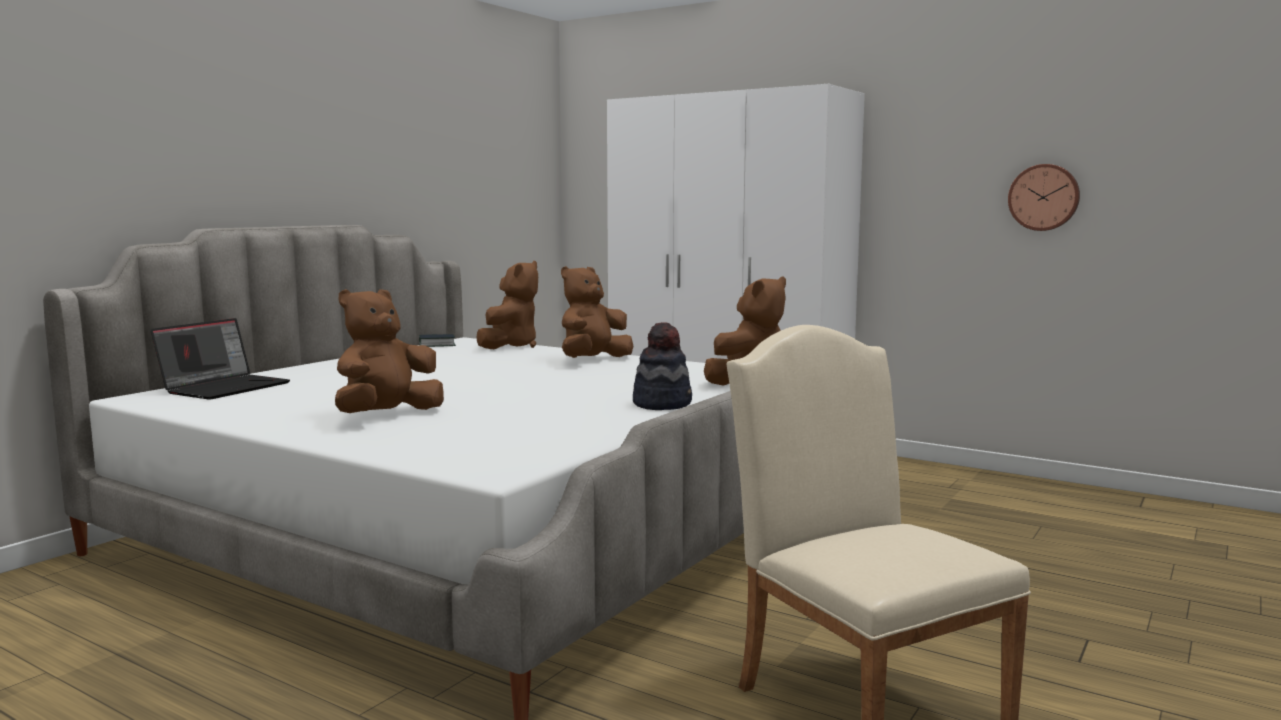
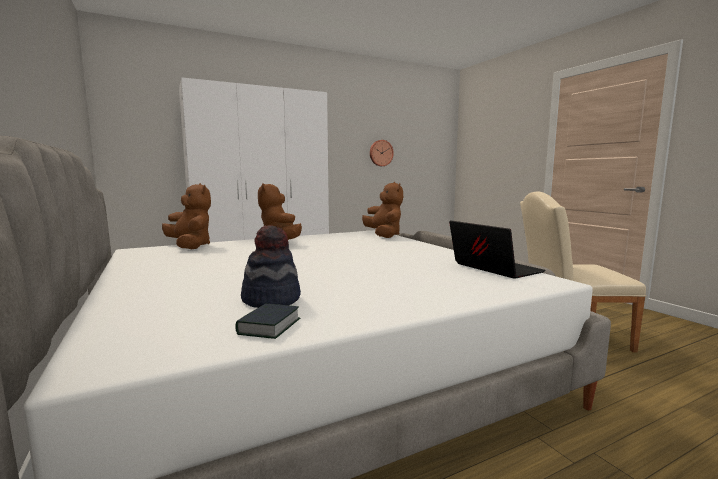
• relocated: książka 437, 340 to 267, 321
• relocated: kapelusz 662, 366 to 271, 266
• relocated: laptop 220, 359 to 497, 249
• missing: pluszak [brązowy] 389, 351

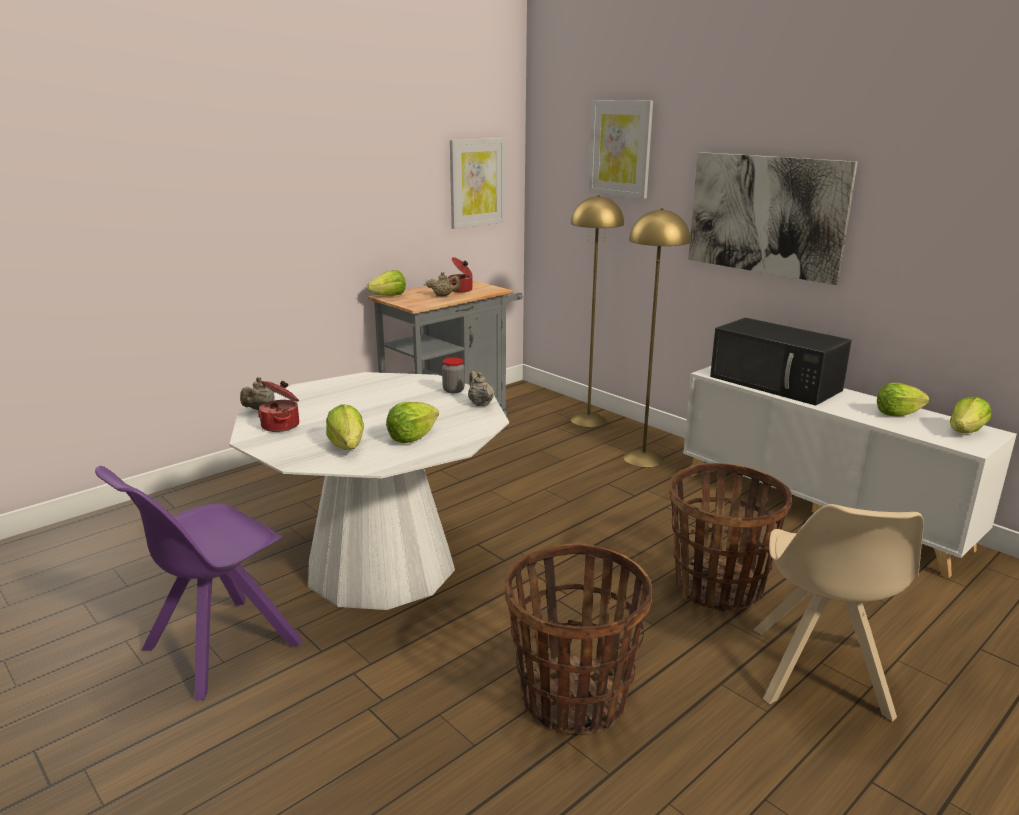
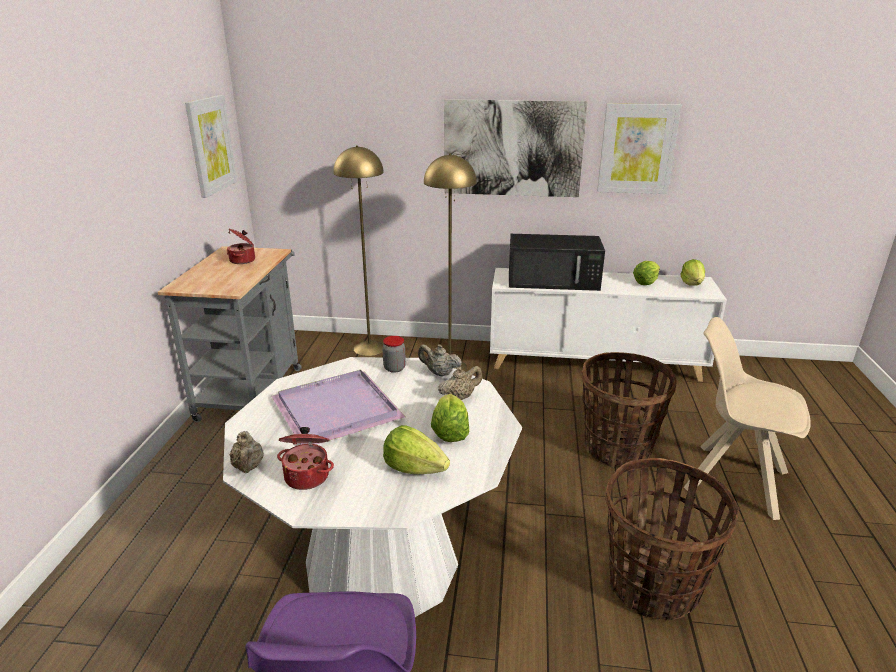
• appeared: taca [fioletowy] 338, 407
• relocated: imbryk [beżowy] 443, 284 to 460, 383
• relocated: obraz 621, 149 to 639, 148
• spun: krzesło [beżowy] 839, 612 = 747, 418 150 degrees clockwise
• missing: sałata 386, 283

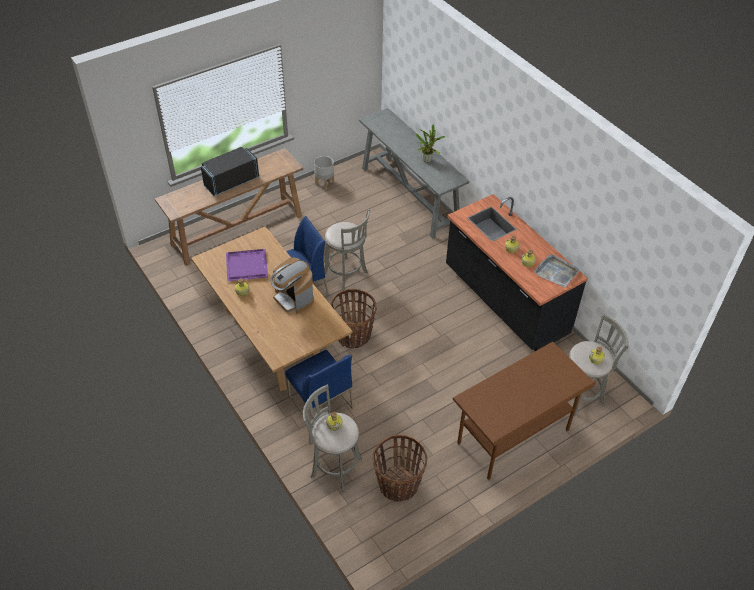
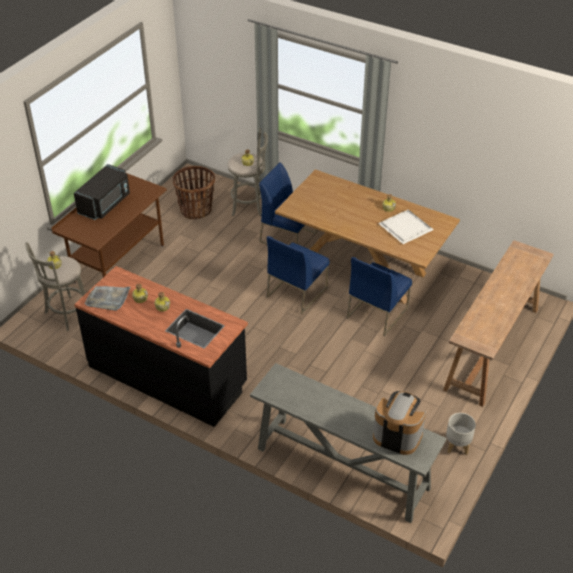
• relocated: mikrofalówka [czarny] 230, 171 to 102, 192
• exchanged: koszyk 353, 318 to krzesło [niebieski] 298, 275
• relocated: ekspres do kawy 292, 285 to 399, 423
• colour: taca [fioletowy] 247, 265 to taca [biały] 406, 226
• missing: stołek [szary] 347, 250
• missing: roślina doniczkowa 431, 143

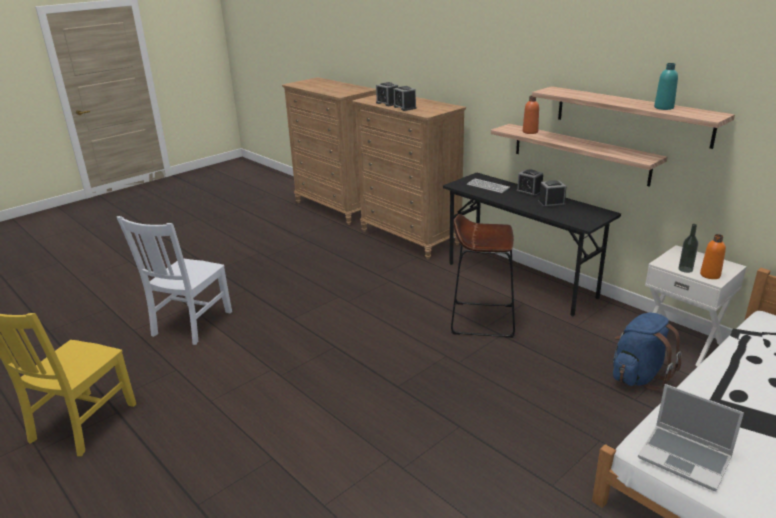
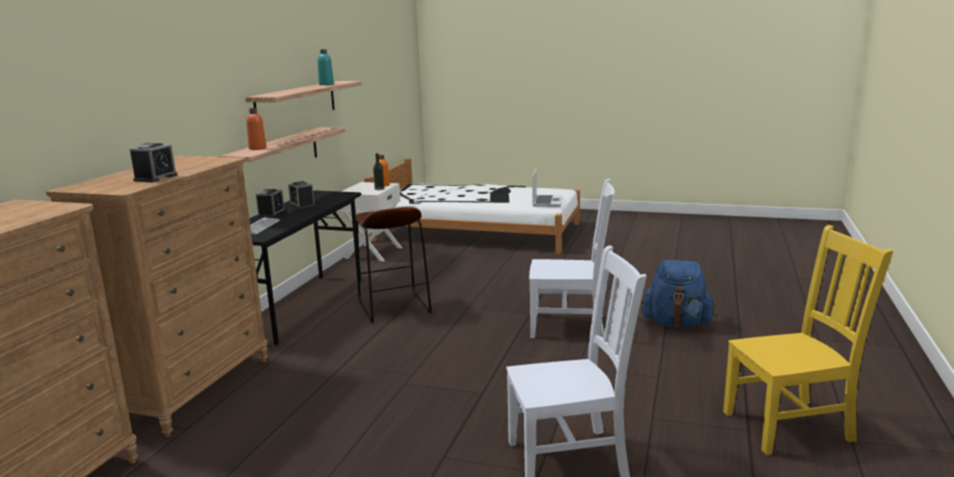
• appeared: krzesło [biały] 572, 258
• relocated: plecak [niebieski] 647, 352 to 679, 293
• missing: budzik 405, 98

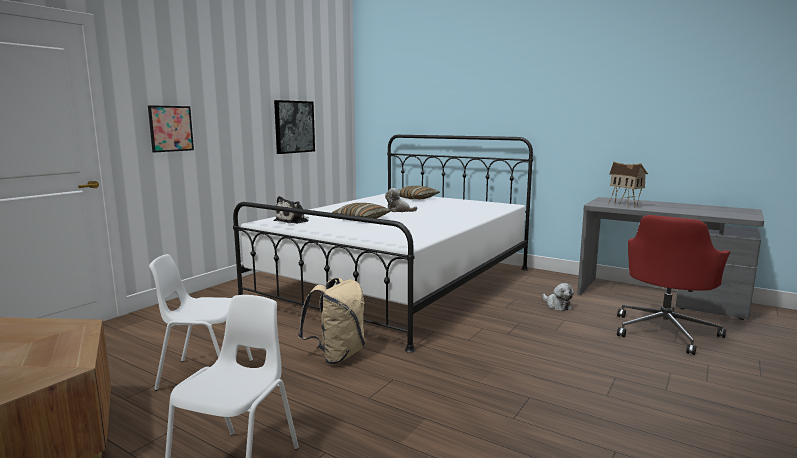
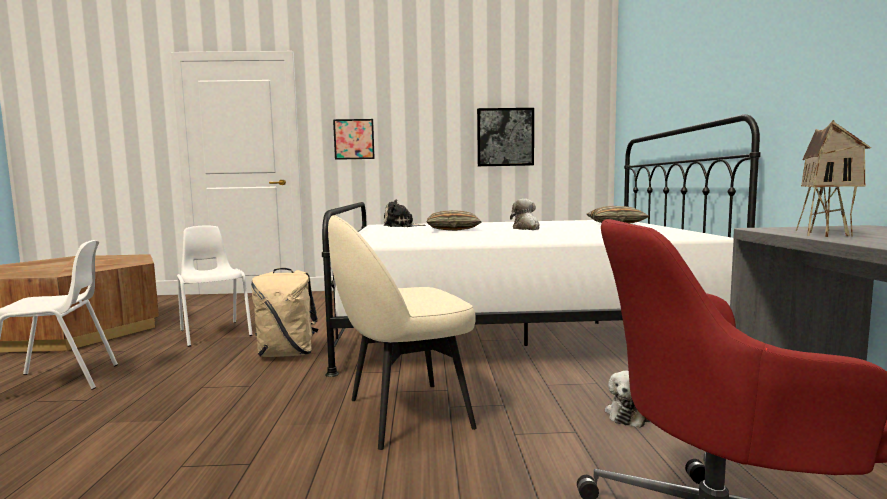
• appeared: krzesło [beżowy] 402, 332

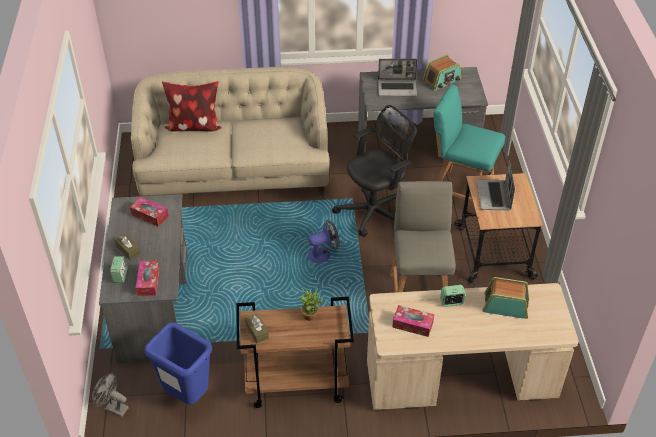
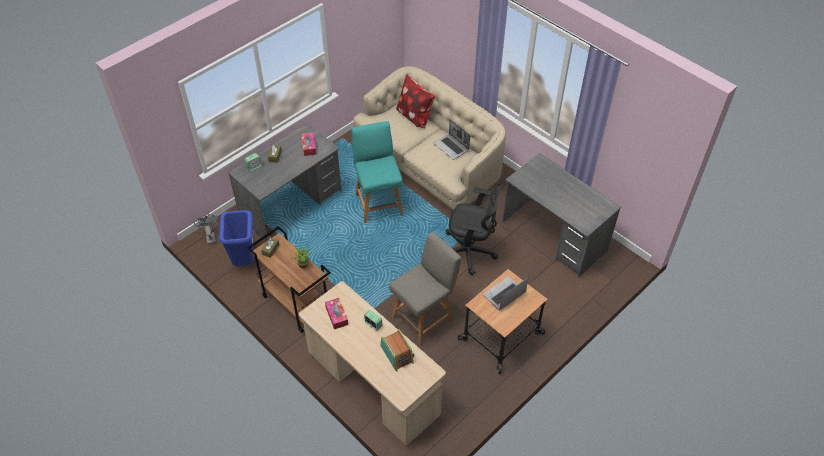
• relocated: krzesło [turkusowy] 469, 143 to 377, 172
• relocated: laptop 398, 77 to 452, 139
• missing: pudełko chusteczek 148, 278
• missing: wentylator 323, 241
• missing: radio 442, 72

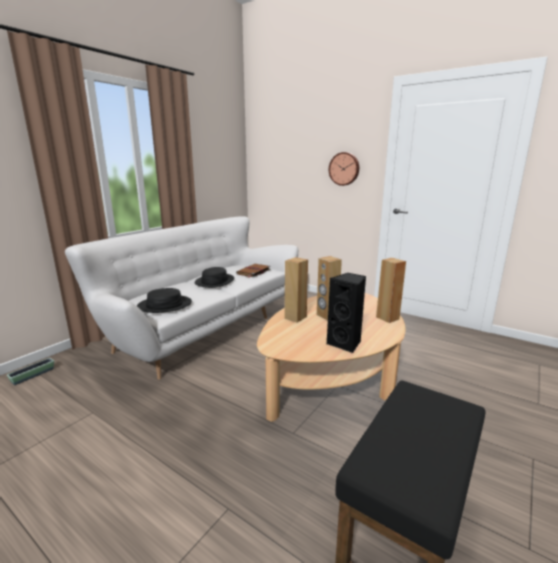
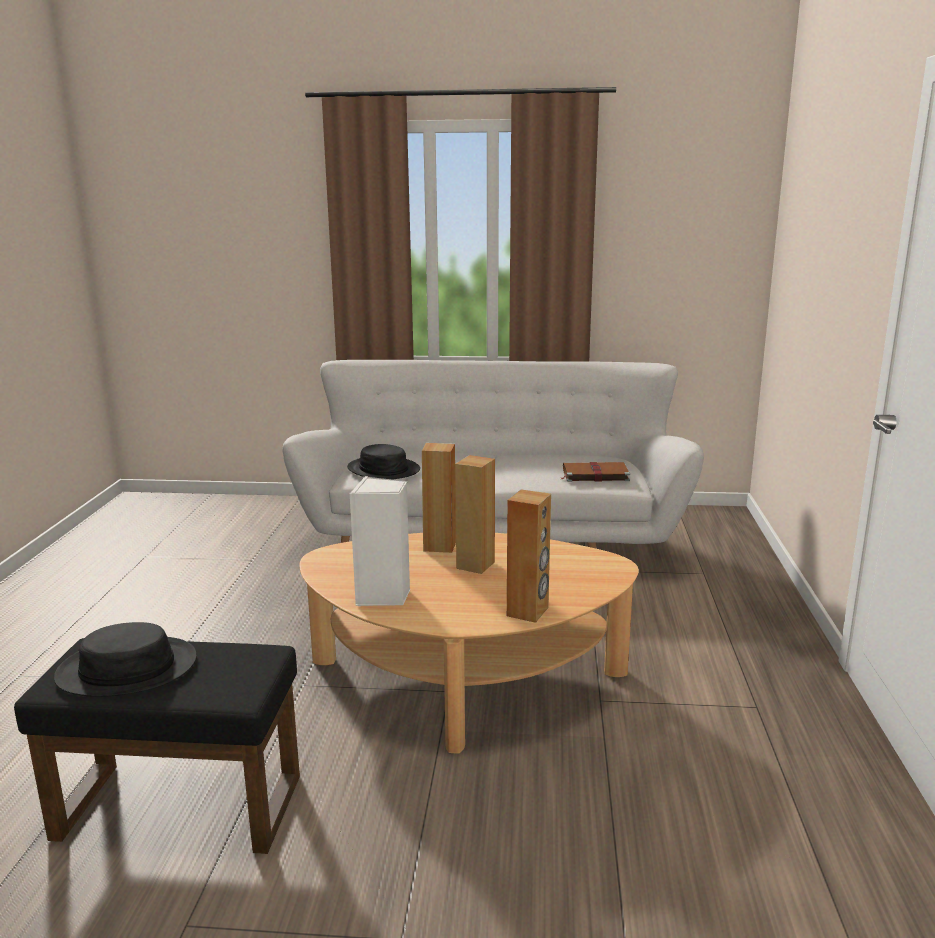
• relocated: kapelusz [czarny] 214, 277 to 125, 659
• colour: głośnik [czarny] 346, 313 to głośnik [biały] 380, 541
• missing: donica 30, 371
• missing: zegar ścienny 344, 169

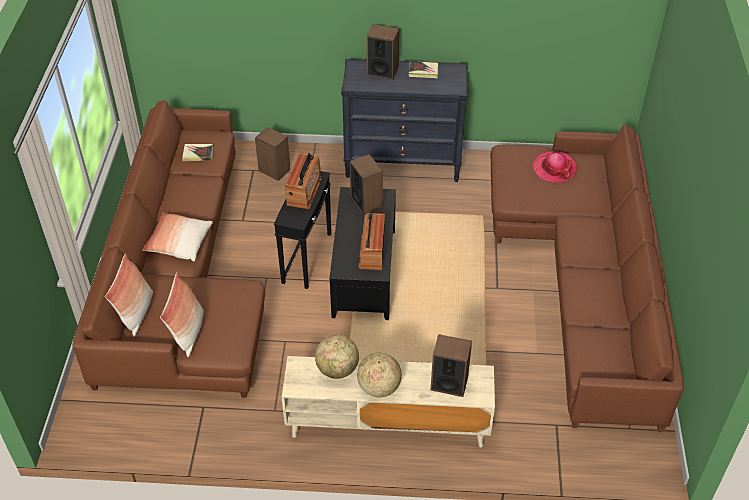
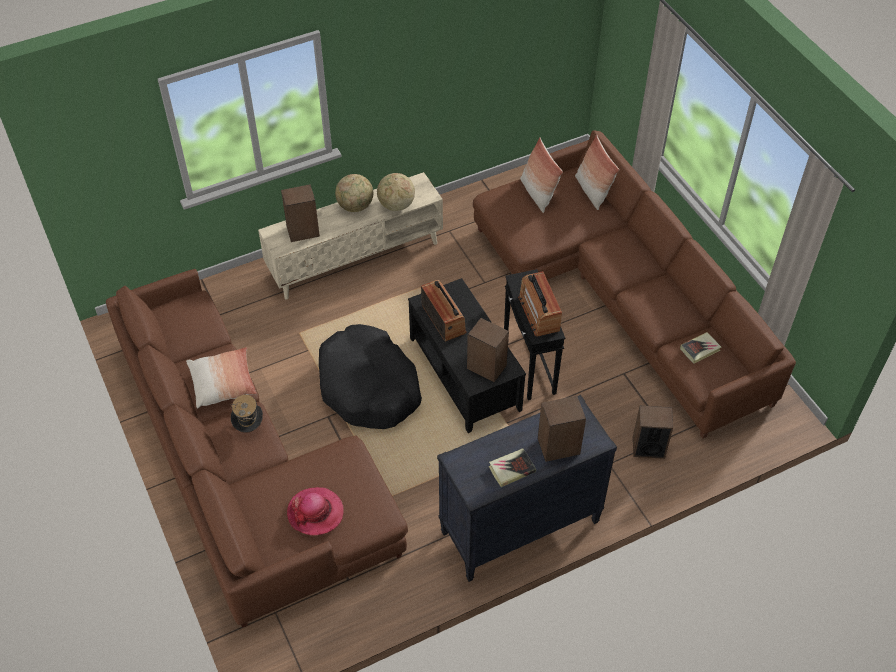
• relocated: poduszka 177, 237 to 221, 377
• appeared: kapelusz 247, 414
• appeared: legowisko [czarny] 370, 376

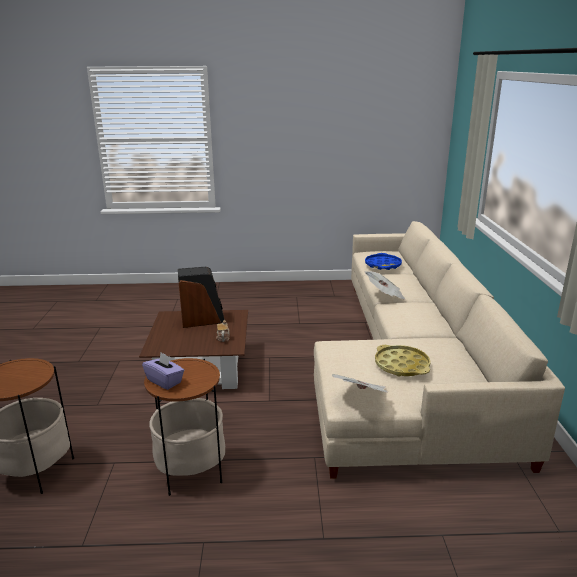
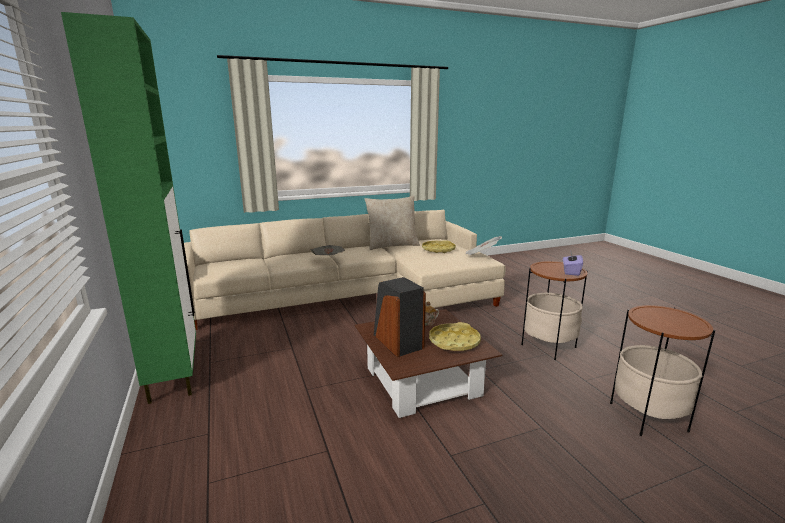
• appeared: szafka [zielony] 128, 208
• appeared: poduszka [beżowy] 392, 222
• appeared: taca [żółty] 455, 336
• missing: taca [niebieski] 383, 261

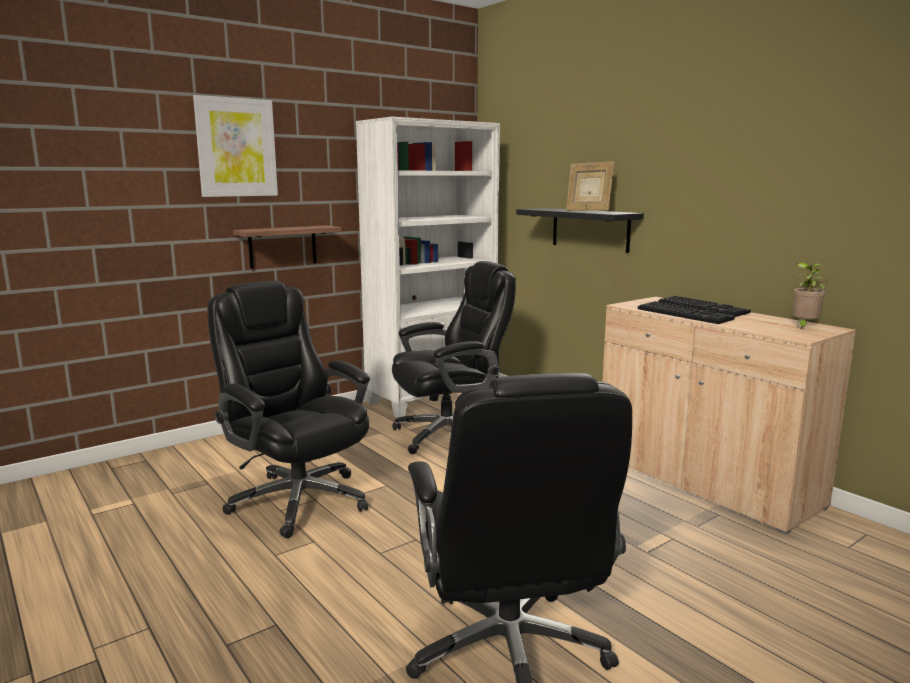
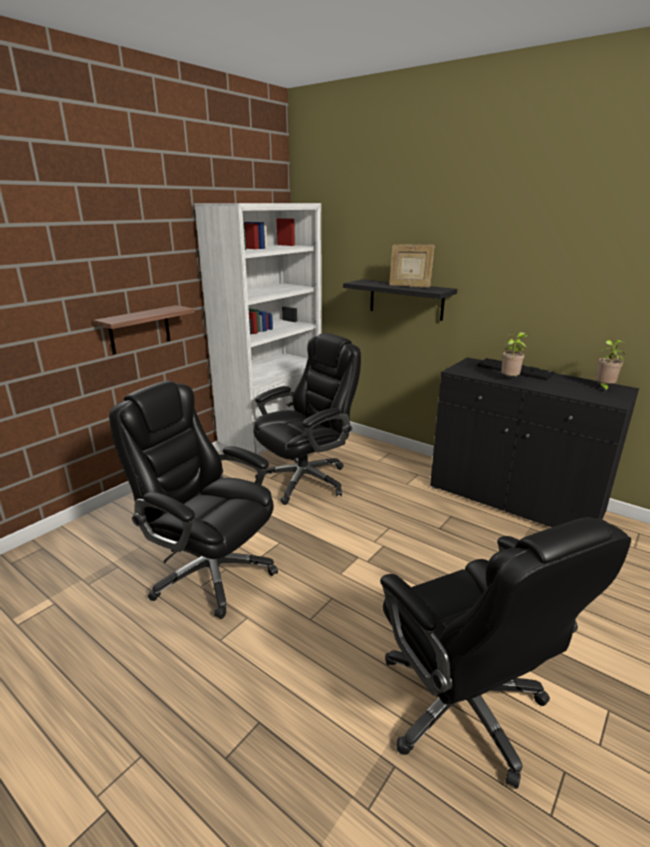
• colour: szafka [beżowy] 729, 415 to szafka [czarny] 534, 442
• exchanged: klawiatura 686, 312 to roślina doniczkowa 515, 354
• missing: obraz 235, 146

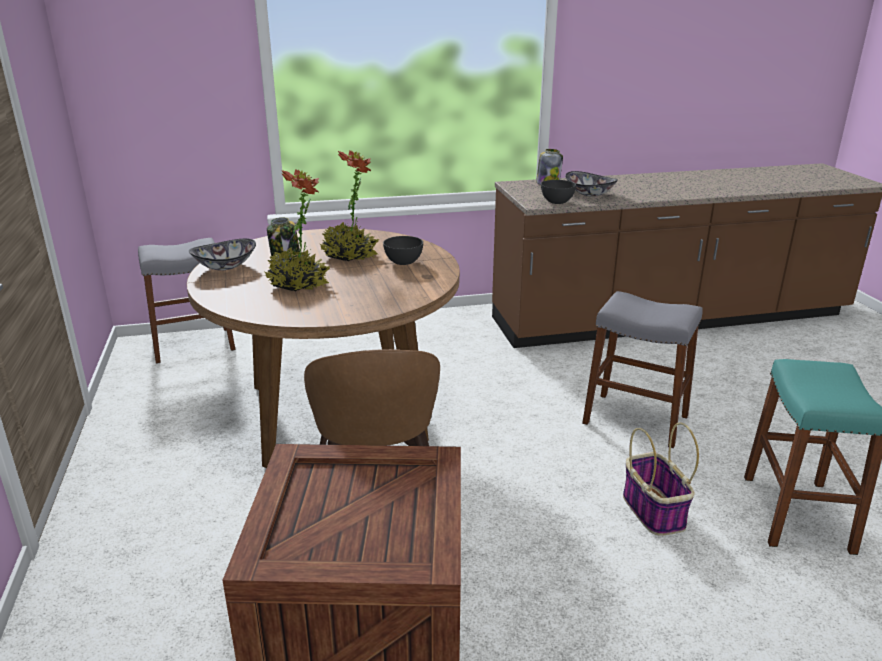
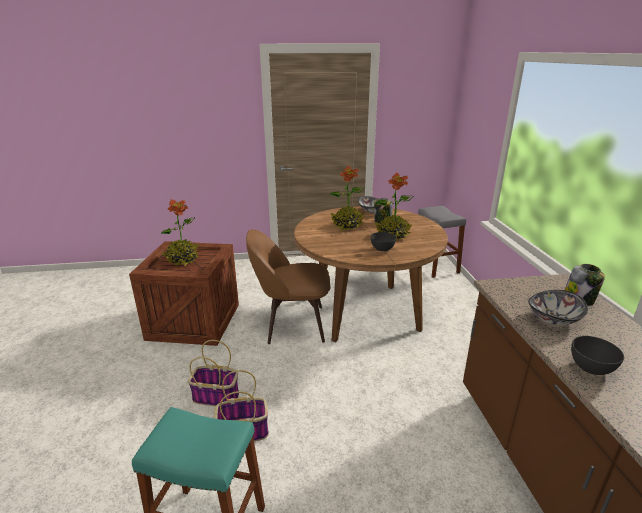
• appeared: roślina doniczkowa 179, 233
• appeared: koszyk 213, 373
• relocated: miska [szary] 558, 192 to 597, 355
• missing: stołek [szary] 642, 369

